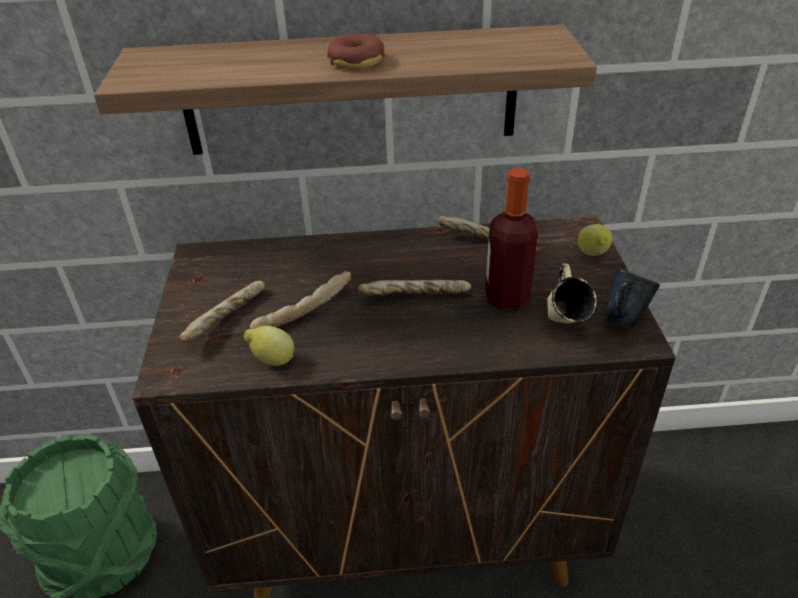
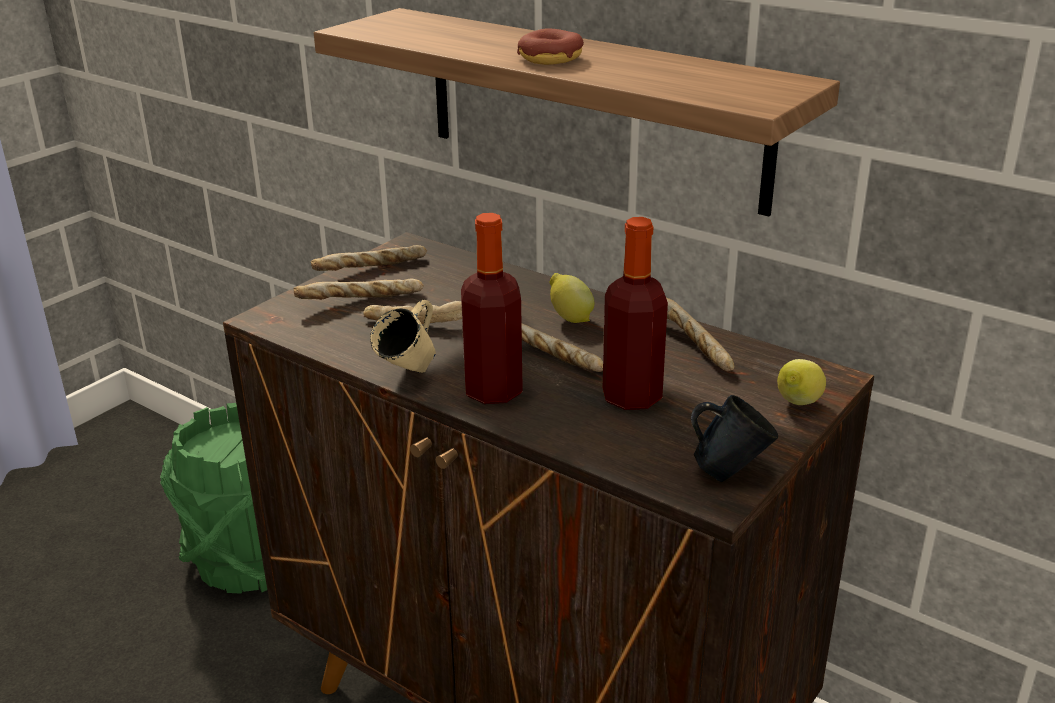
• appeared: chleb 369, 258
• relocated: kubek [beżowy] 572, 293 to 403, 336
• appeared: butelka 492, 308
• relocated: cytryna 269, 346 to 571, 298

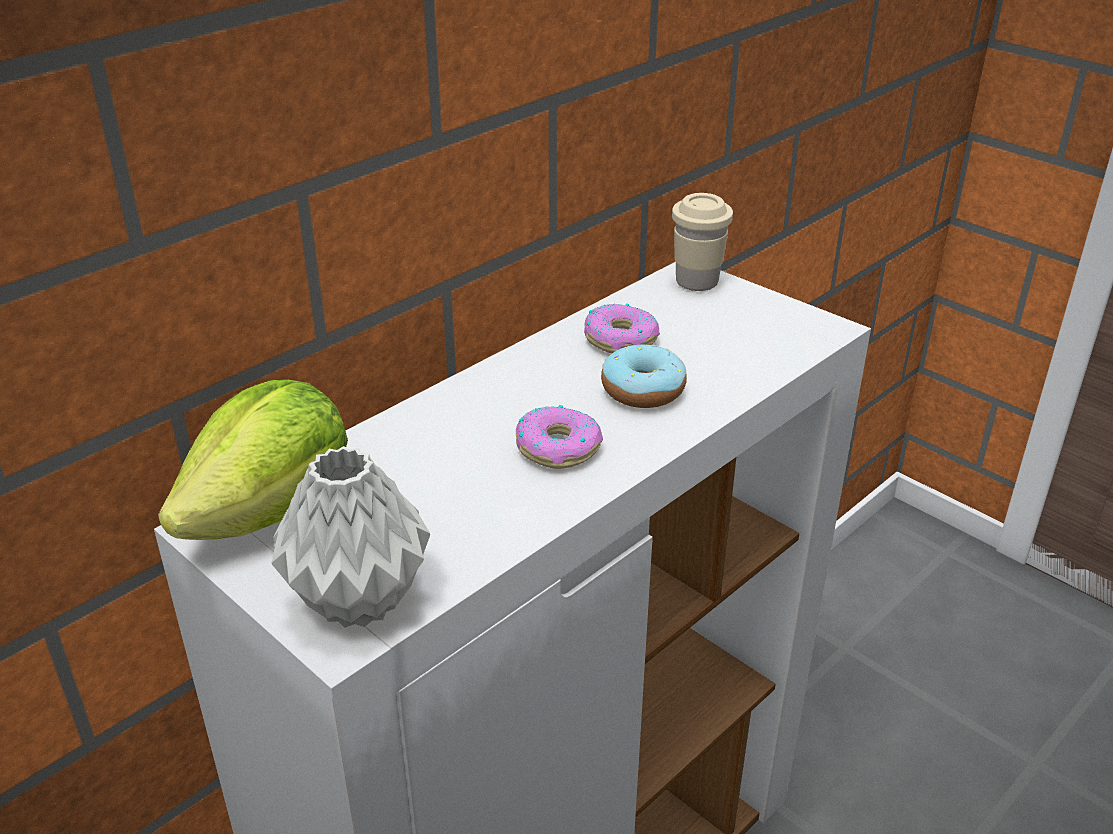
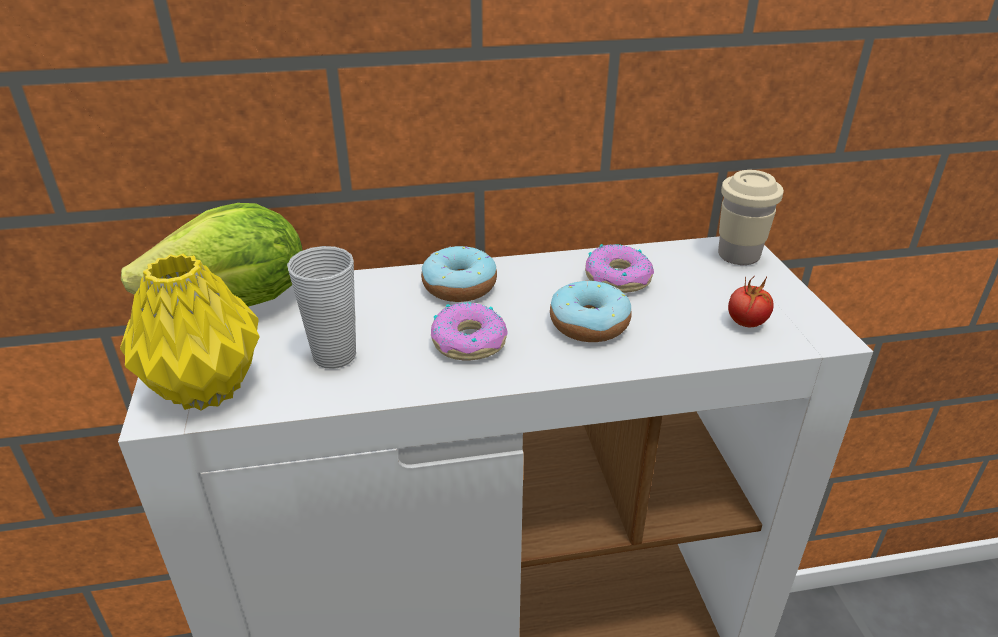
• colour: wazon [szary] 351, 537 to wazon [żółty] 189, 332
• appeared: filiżanka 321, 307
• appeared: donut 459, 274
• appeared: pomidor 751, 301

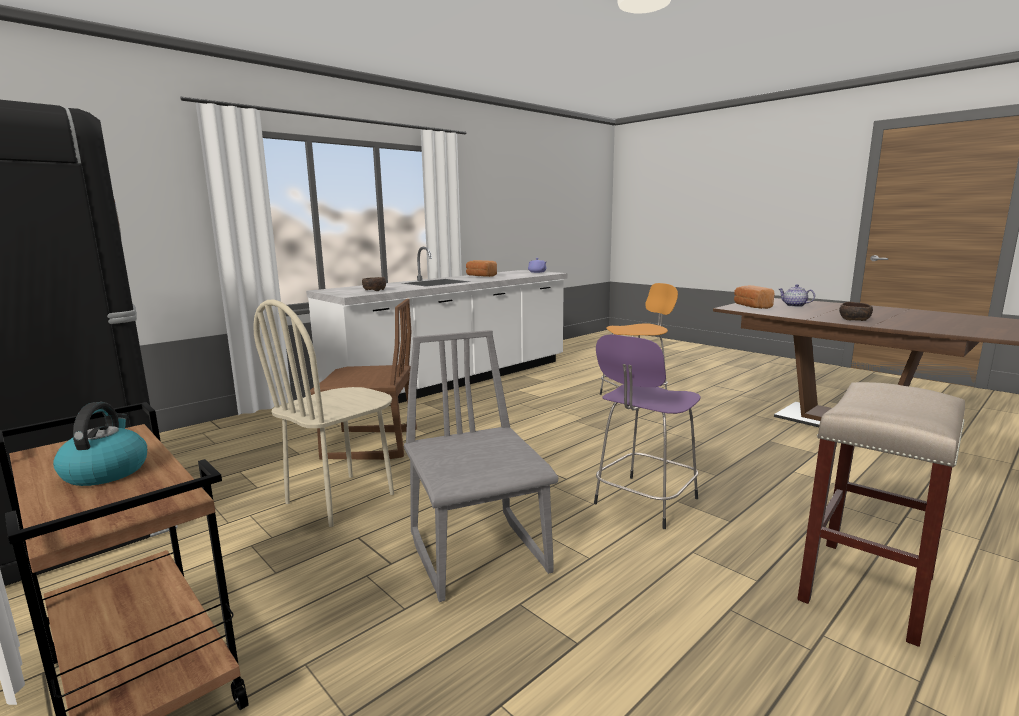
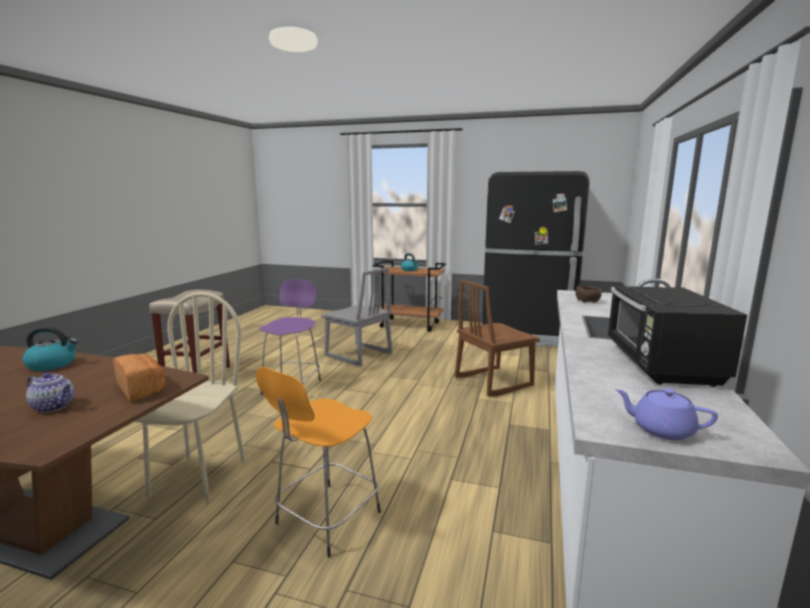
• exchanged: miska [brązowy] 856, 311 to czajnik 50, 349
• relocated: krzesło [beżowy] 323, 413 to 190, 397
• exchanged: chleb 481, 268 to mikrofalówka [czarny] 677, 336

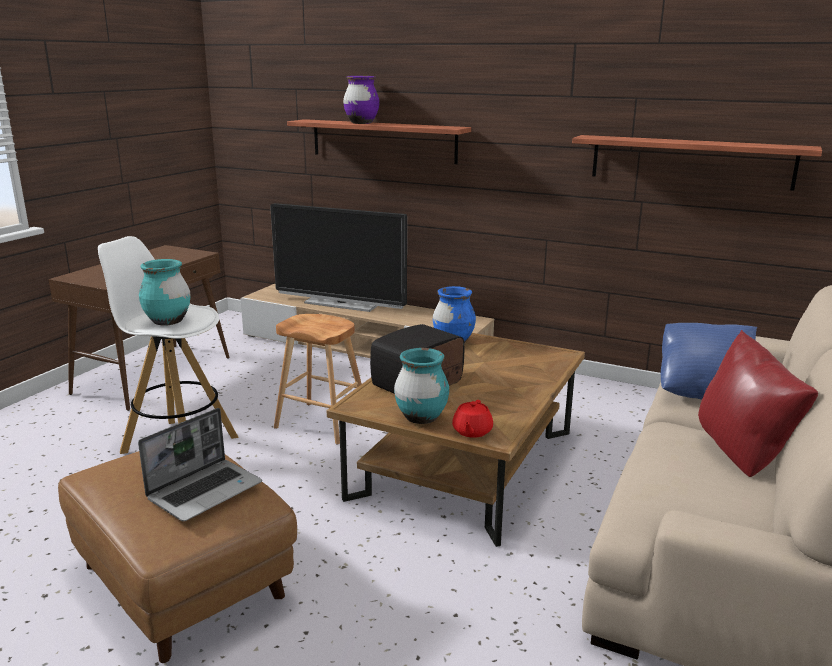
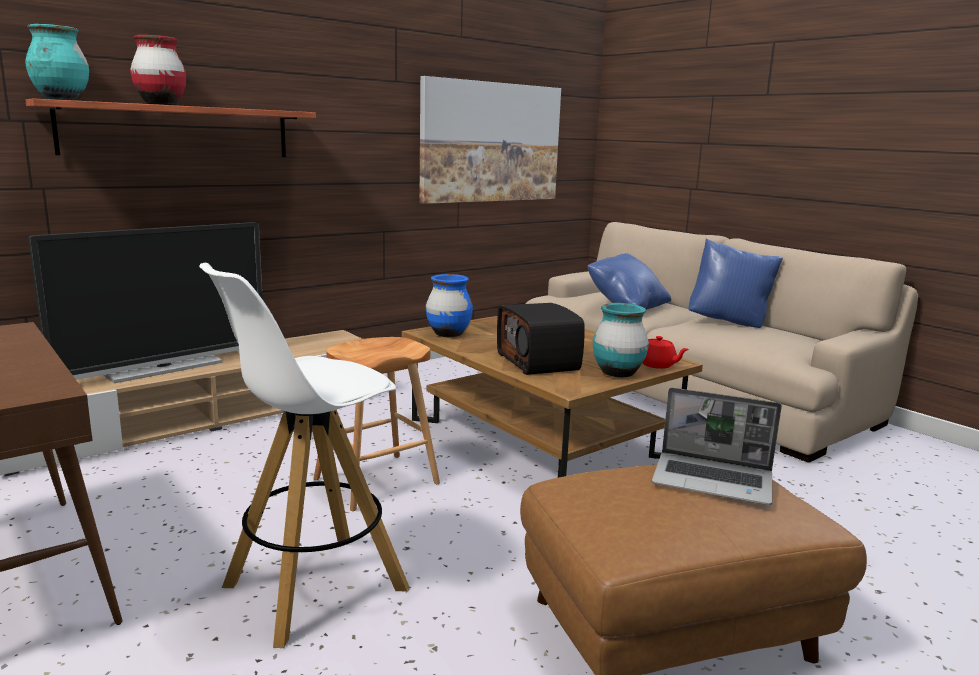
• relocated: wazon [turkusowy] 165, 292 to 57, 62
• colour: wazon [fioletowy] 361, 100 to wazon [czerwony] 158, 70
• exchanged: półka 697, 163 to obraz 490, 140
• spun: laptop 200, 464 = 717, 446 135 degrees clockwise
• colour: poduszka [czerwony] 758, 403 to poduszka [niebieski] 735, 283

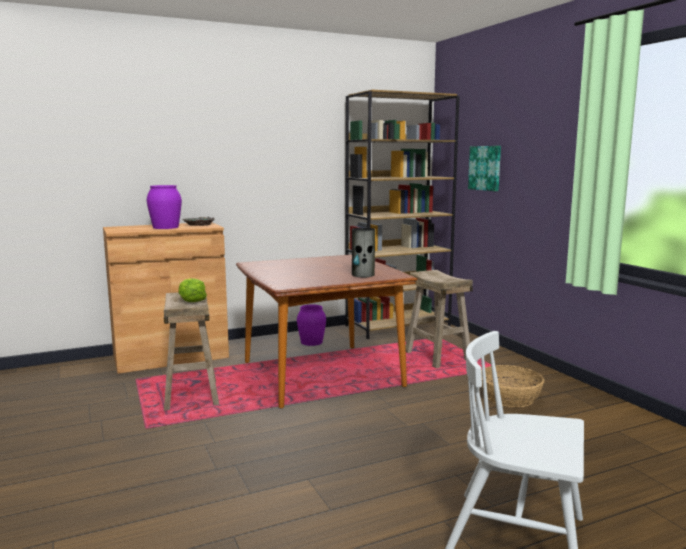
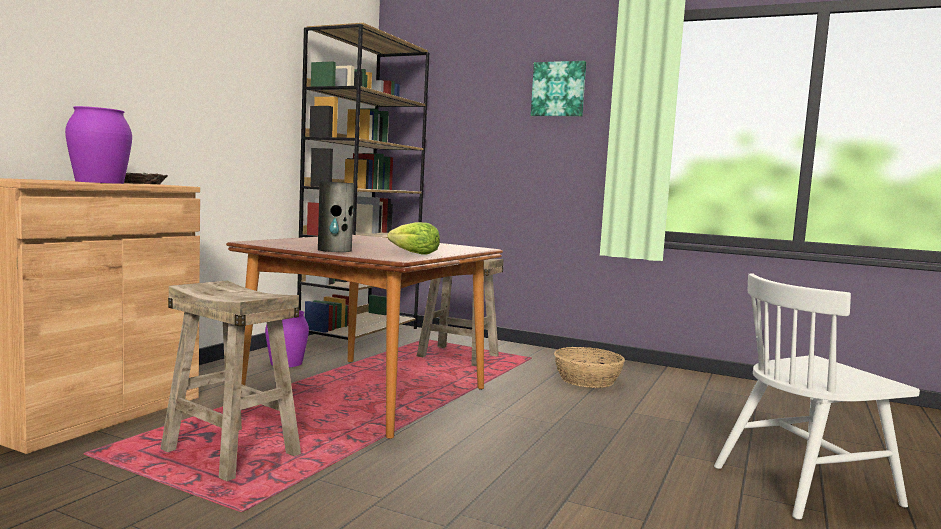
• relocated: wazon 363, 252 to 336, 216
• relocated: sałata 192, 290 to 413, 238
• relocated: obraz 484, 168 to 558, 88

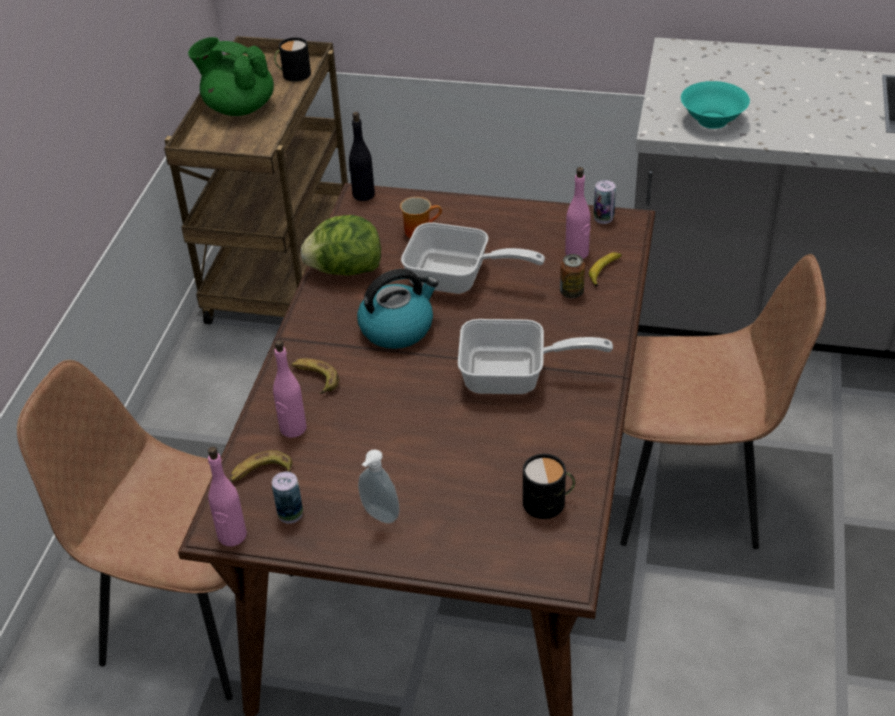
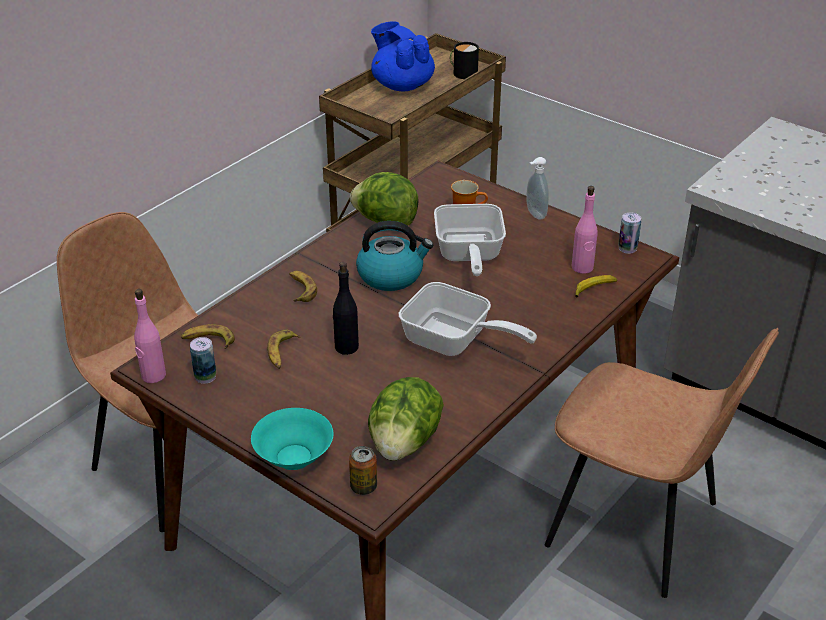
• relocated: miska [turkusowy] 715, 105 to 292, 439
• appeared: banan 284, 349
• relocated: butelka [czarny] 362, 156 to 346, 308
• relocated: puszka 572, 276 to 363, 470
• exchanged: kubek [czarny] 549, 486 to sałata 406, 419
• colour: imbryk [zielony] 231, 76 to imbryk [niebieski] 403, 56
• spun: patelnia 473, 258 = 470, 240 45 degrees clockwise
• relocated: dozownik mydła 379, 486 to 537, 188
• missing: butelka [różowy] 289, 389

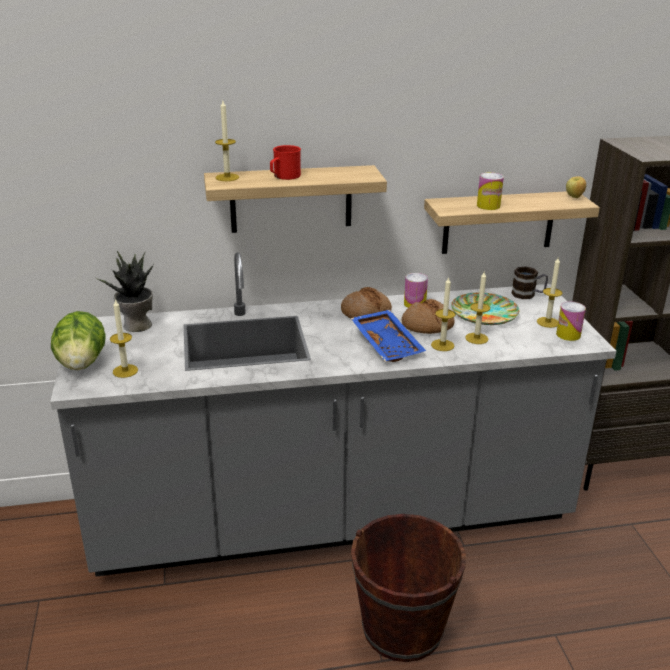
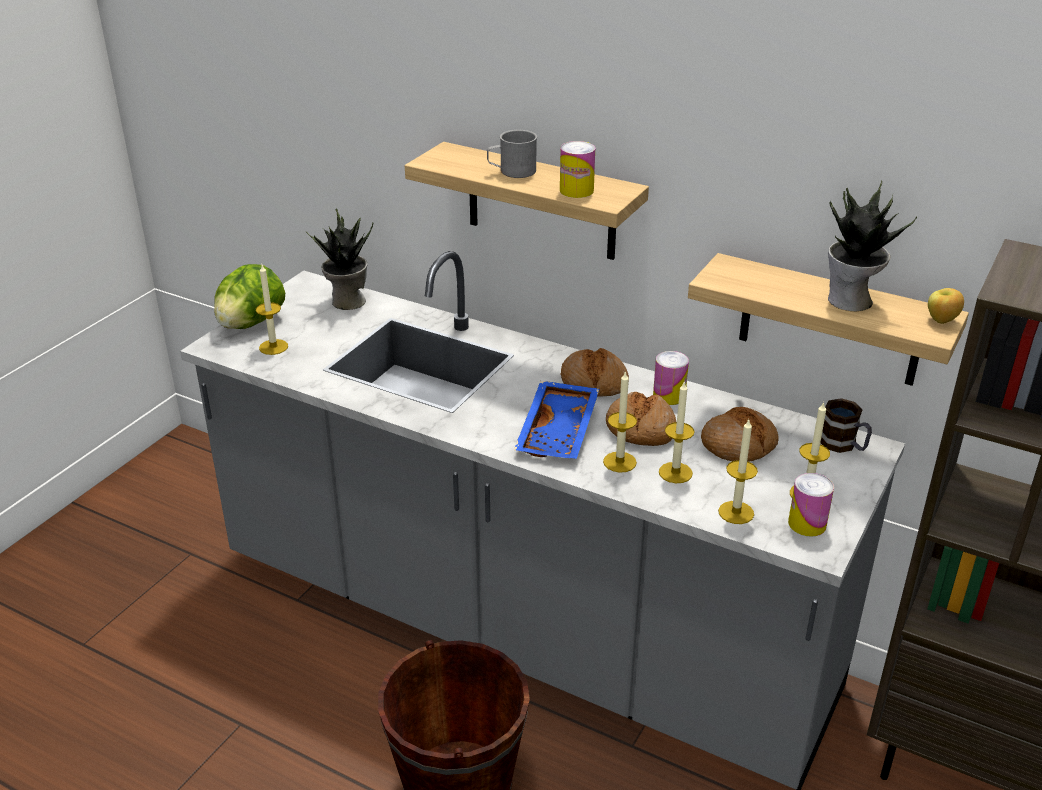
• colour: kubek [czerwony] 285, 162 to kubek [szary] 512, 154
• relocated: puszka 490, 191 to 577, 169
• exchanged: talerz 485, 309 to chleb 739, 434
• relocated: świeca 227, 141 to 738, 472
• appeared: roślina doniczkowa 872, 245

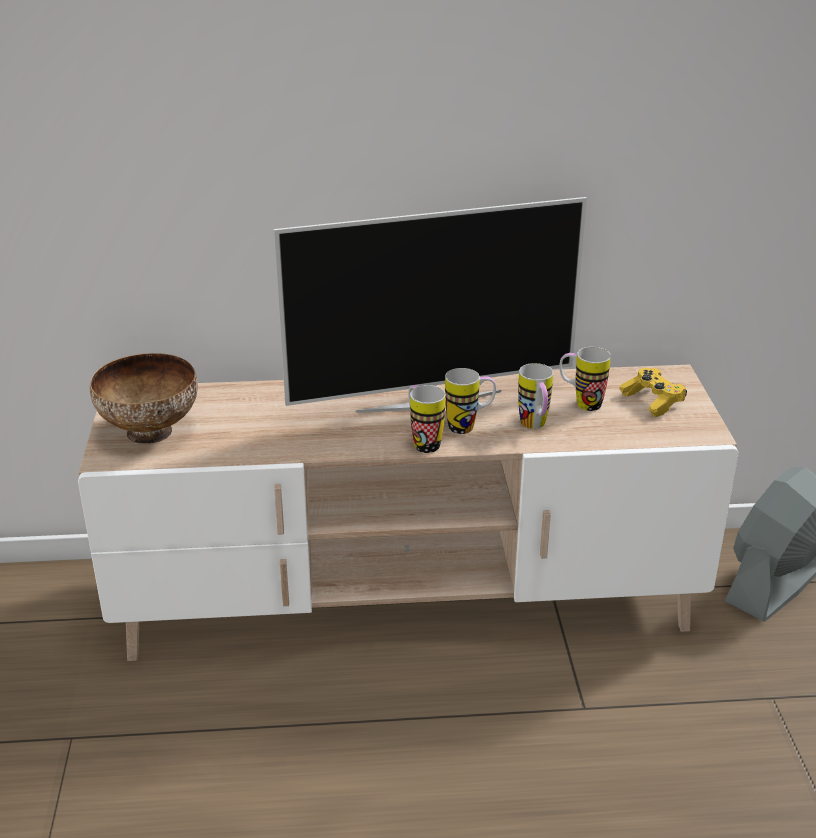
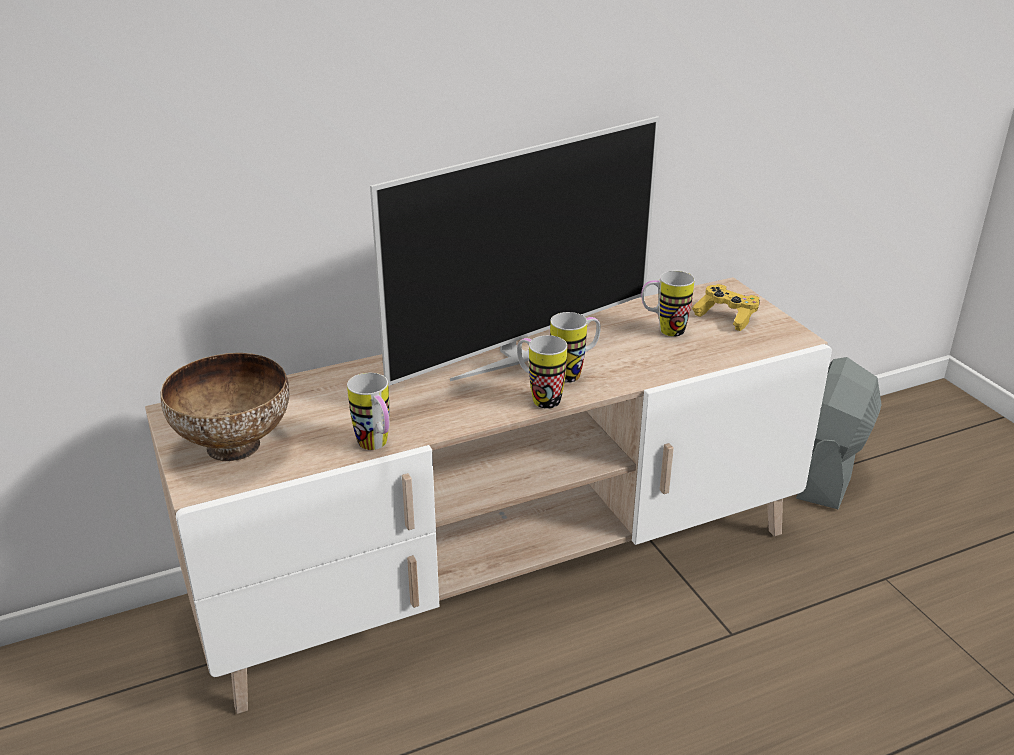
• relocated: kubek 535, 396 to 368, 411

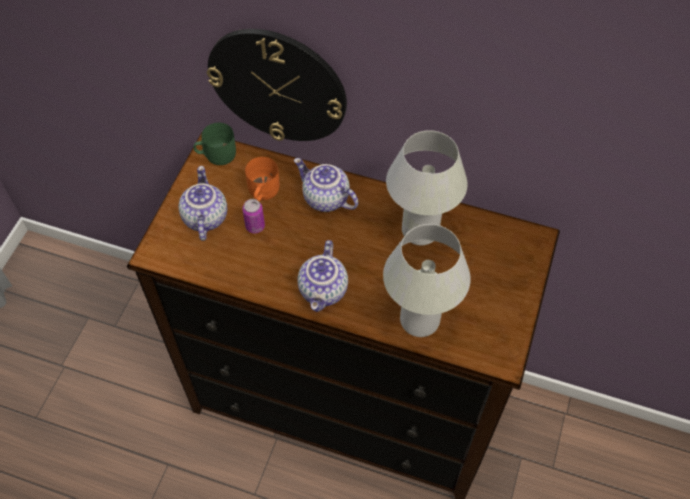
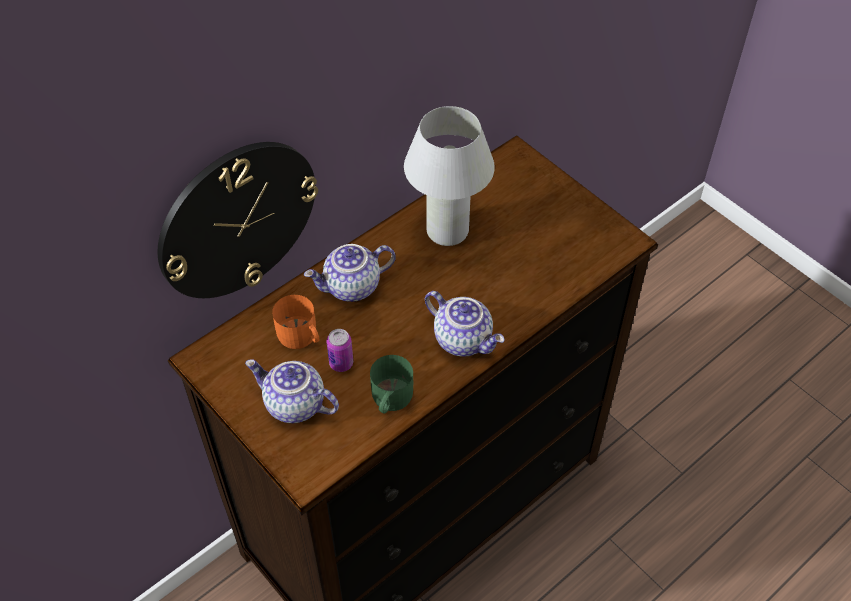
• relocated: kubek [zielony] 215, 144 to 391, 384
• missing: lampa stołowa [biały] 427, 280

